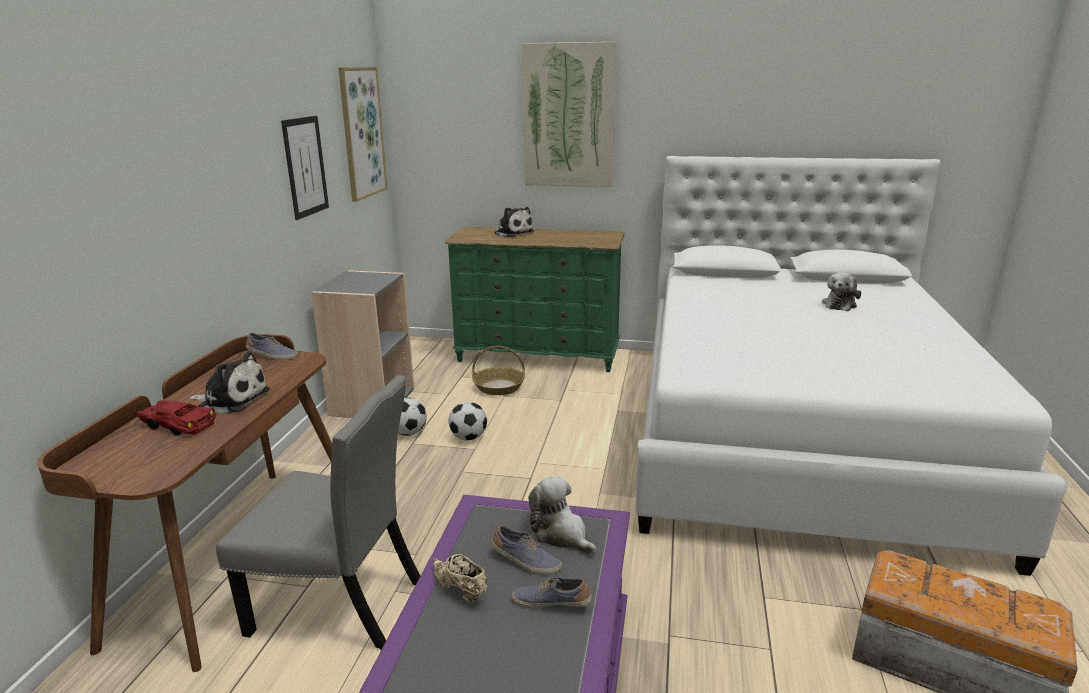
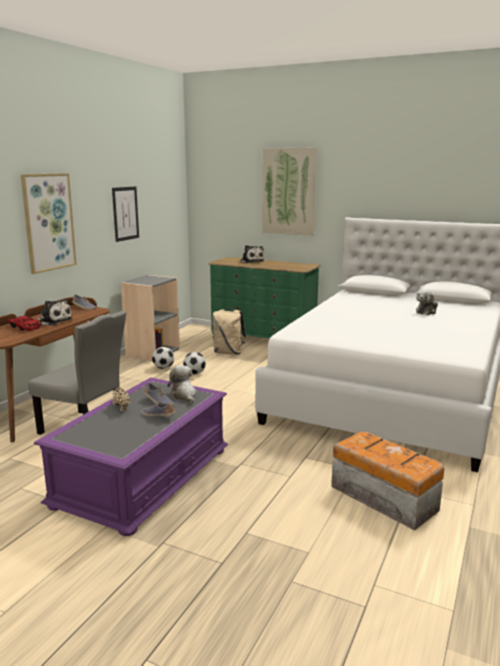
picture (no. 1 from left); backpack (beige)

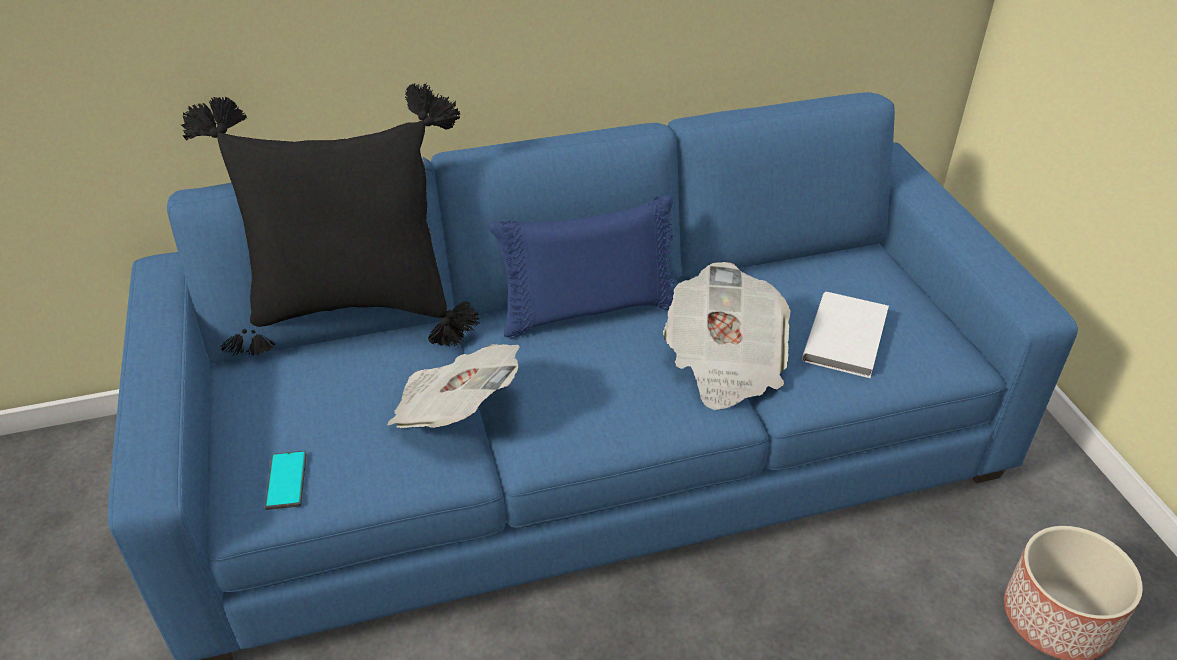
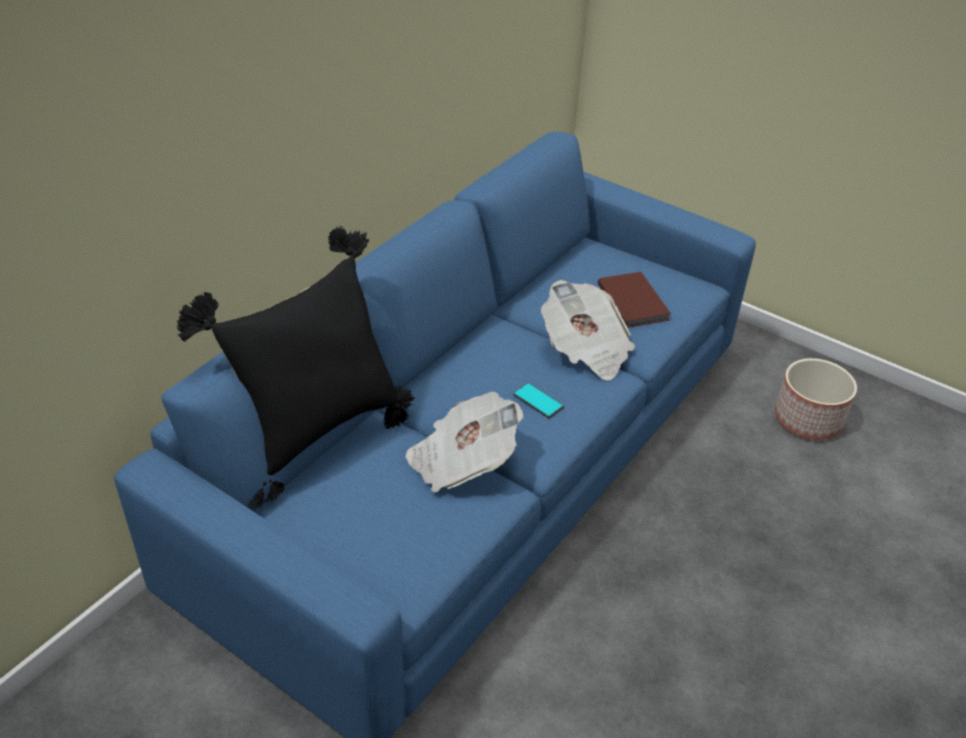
phone; book (brown); pillow (blue)

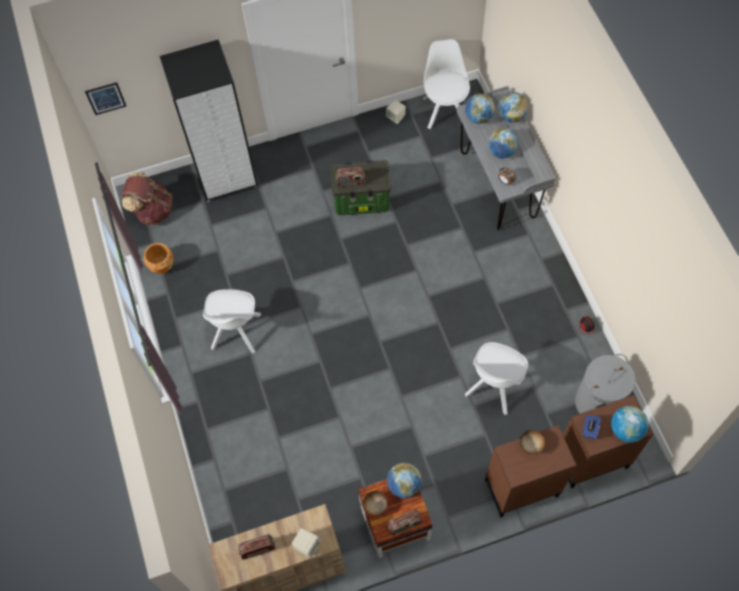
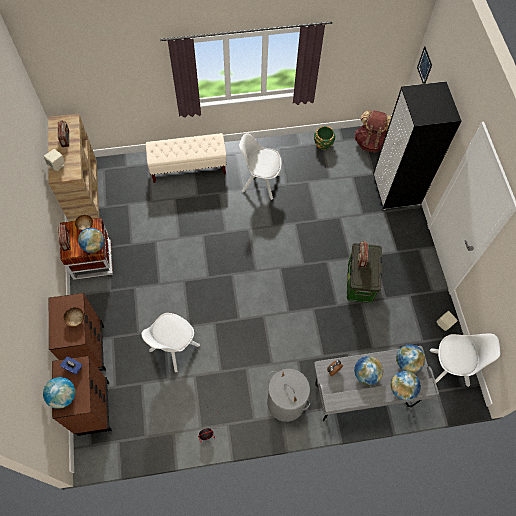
chair (white) (no. 1 from left); bench (beige); laundry basket (grey); planter (green)

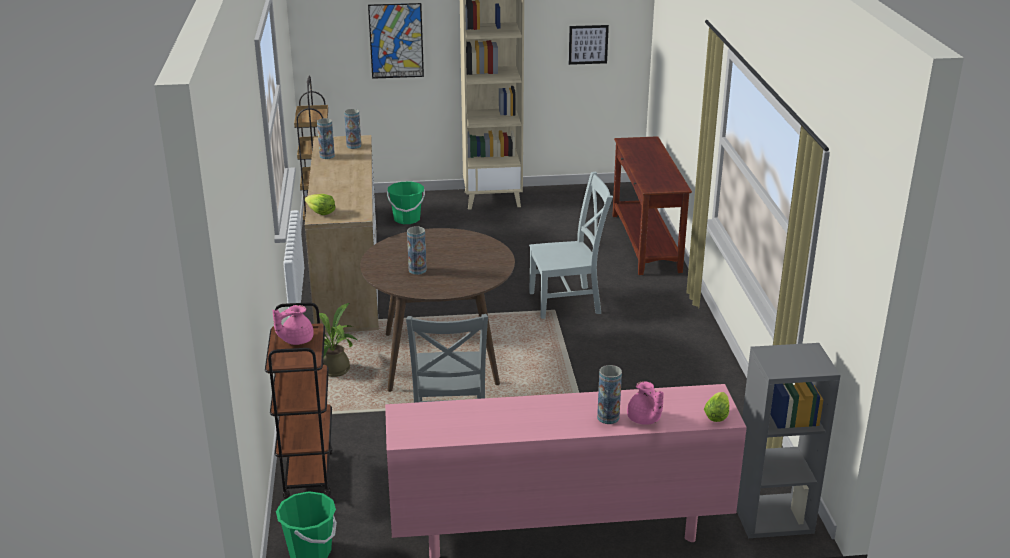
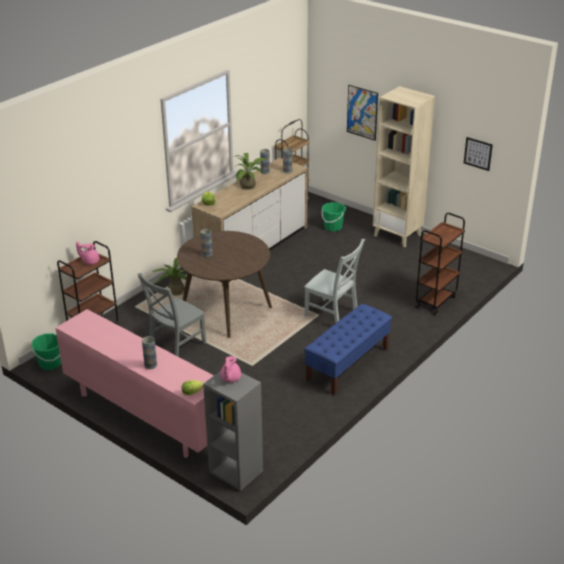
teapot (pink) (no. 2 from left); potted plant (no. 2 from left); bench (blue); cart (brown) (no. 3 from left)

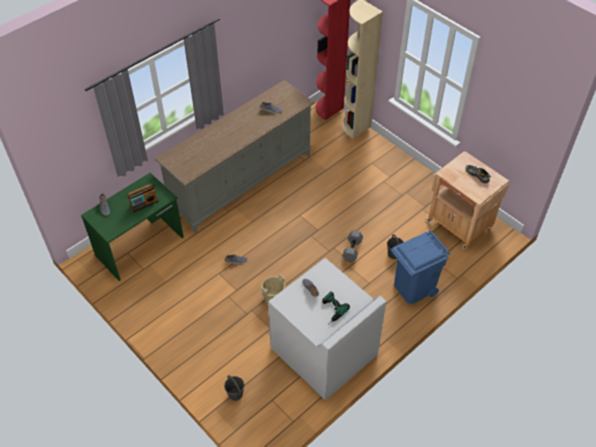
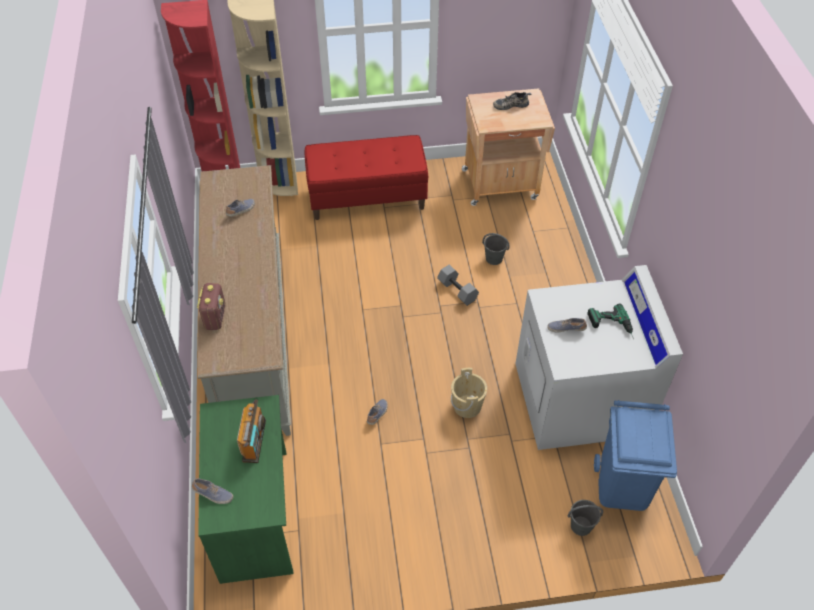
radio (no. 1 from left); bench (red); trash can (blue)

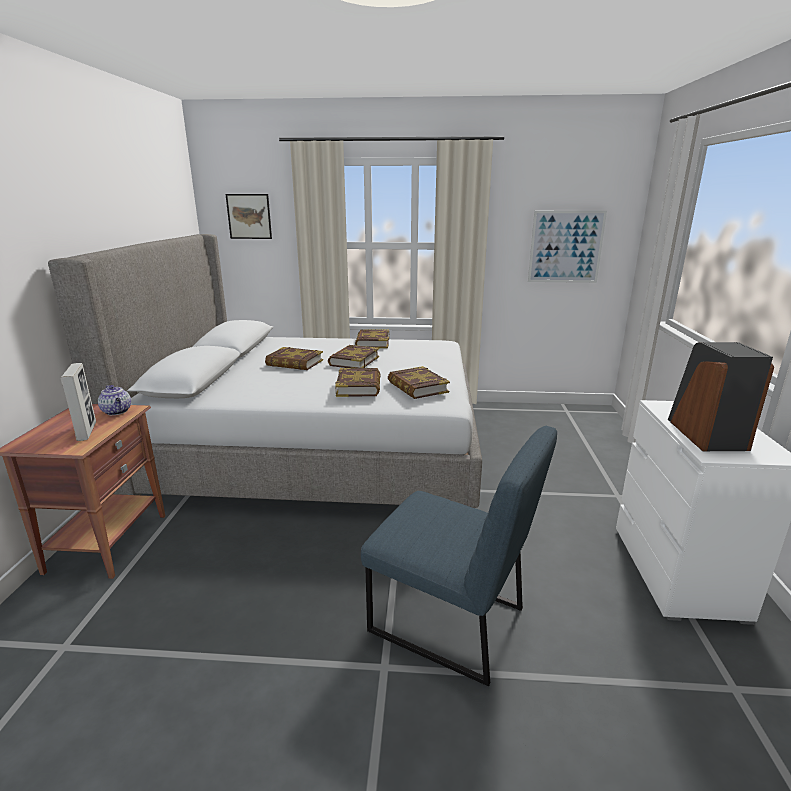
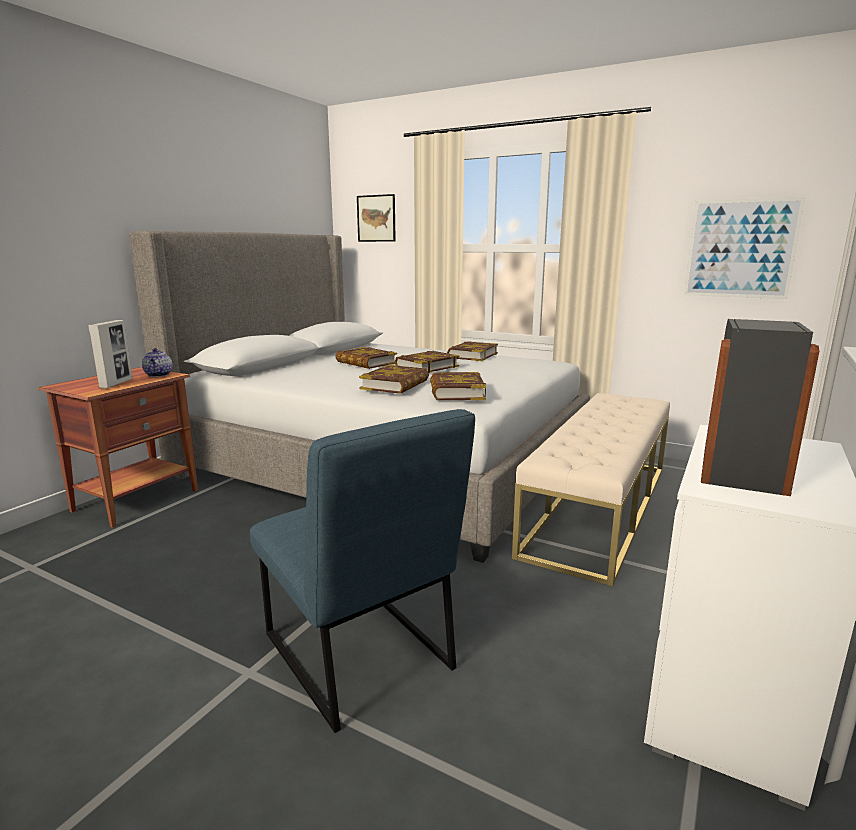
bench (beige)

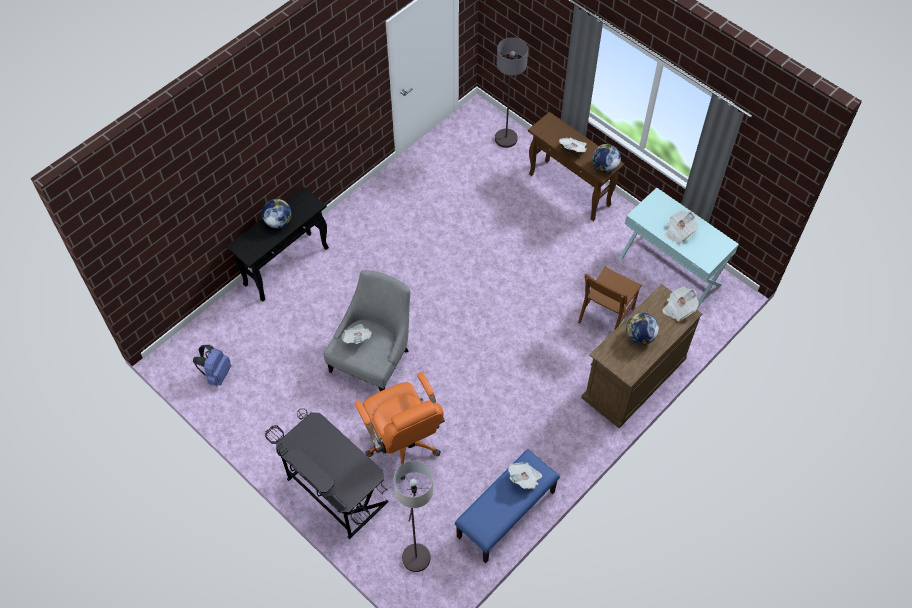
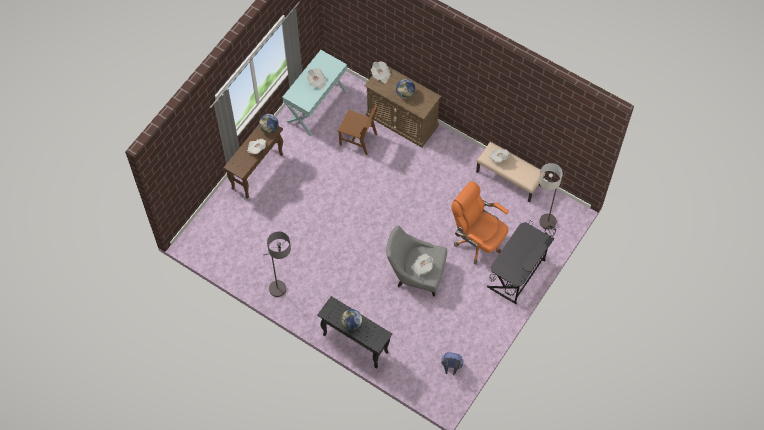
floor lamp (grey) (no. 1 from left); office chair (orange); bench (beige)

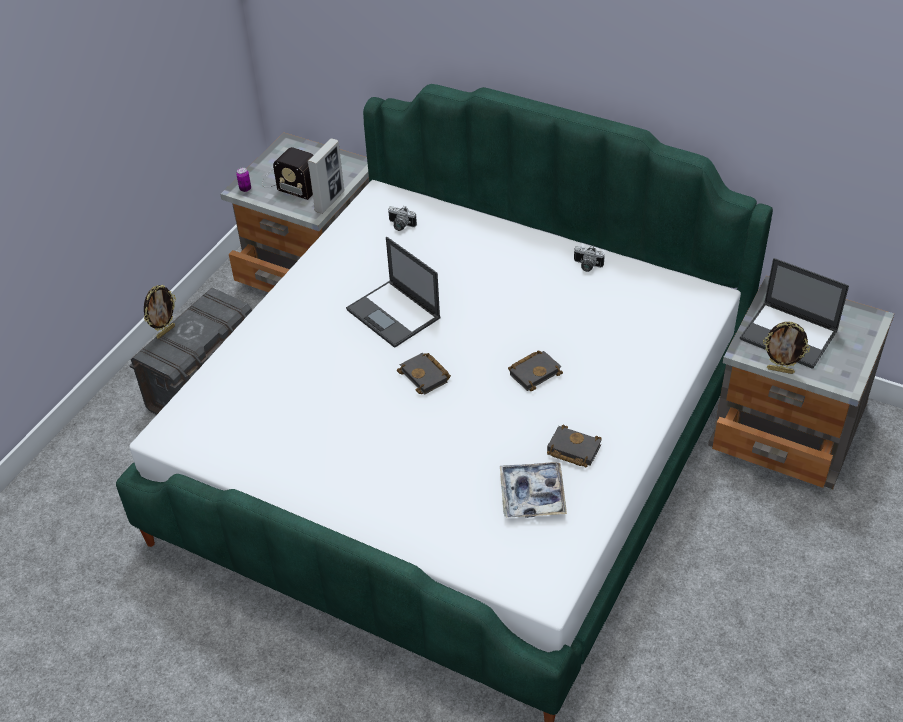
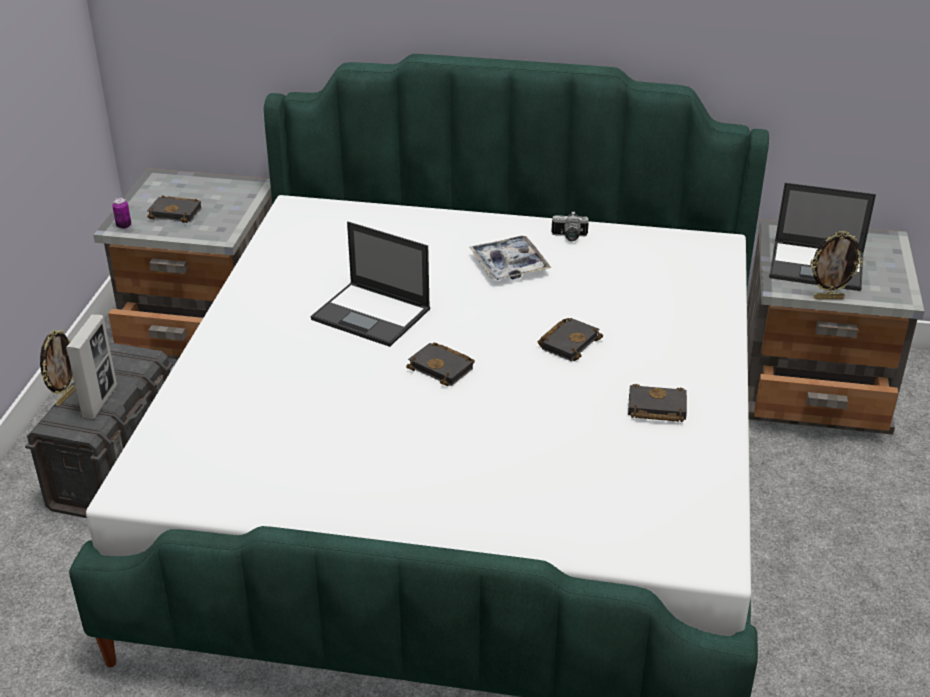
picture frame (no. 2 from left); book (black) (no. 1 from left); tray; photo camera (no. 1 from left in the first image)

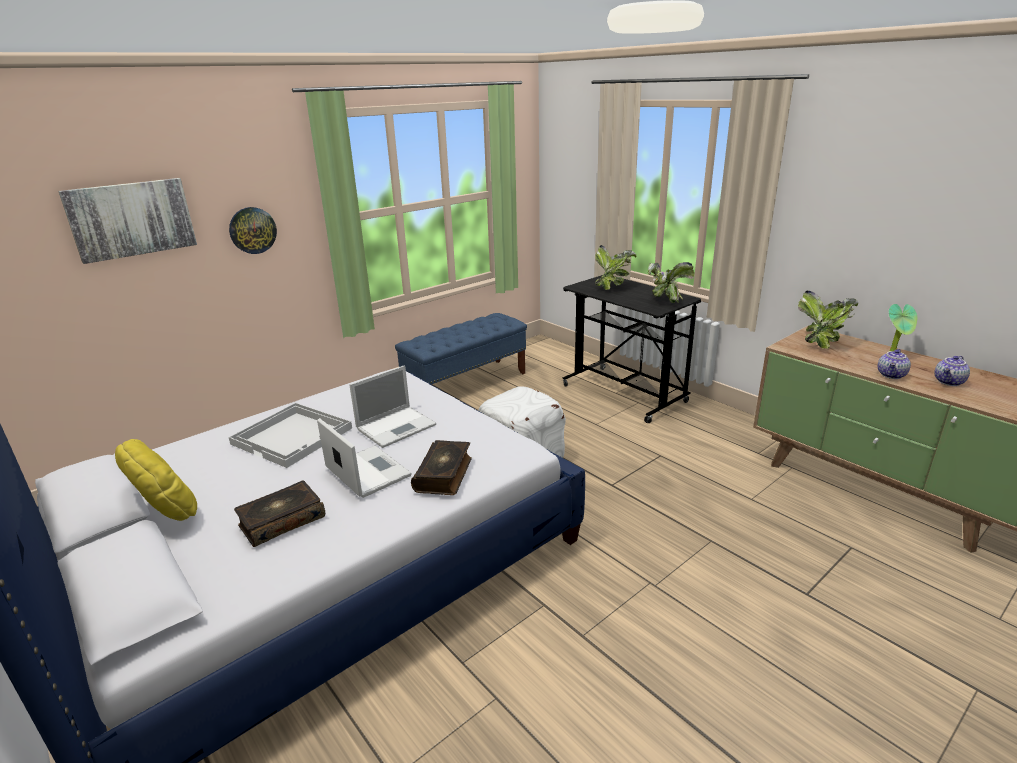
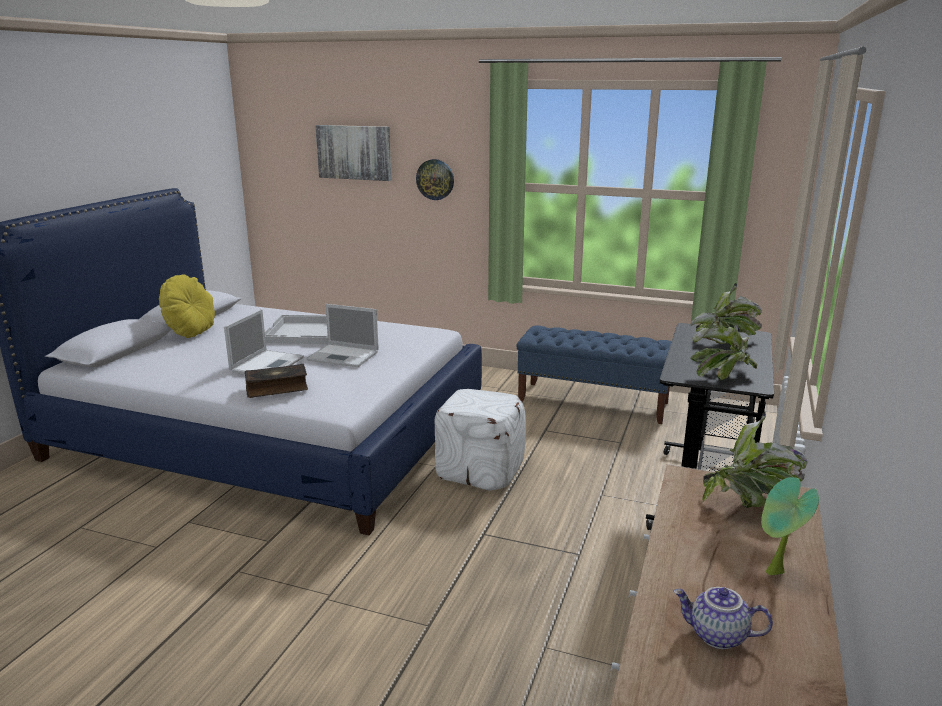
book (no. 1 from left in the first image); teapot (no. 1 from left in the first image)

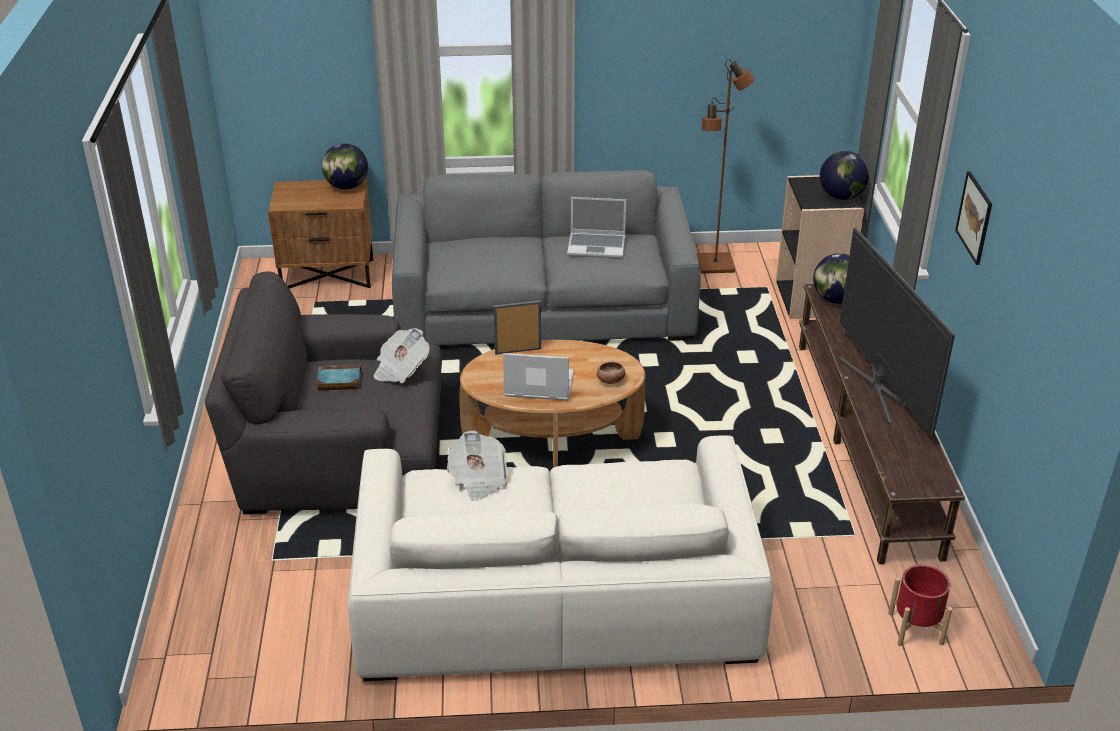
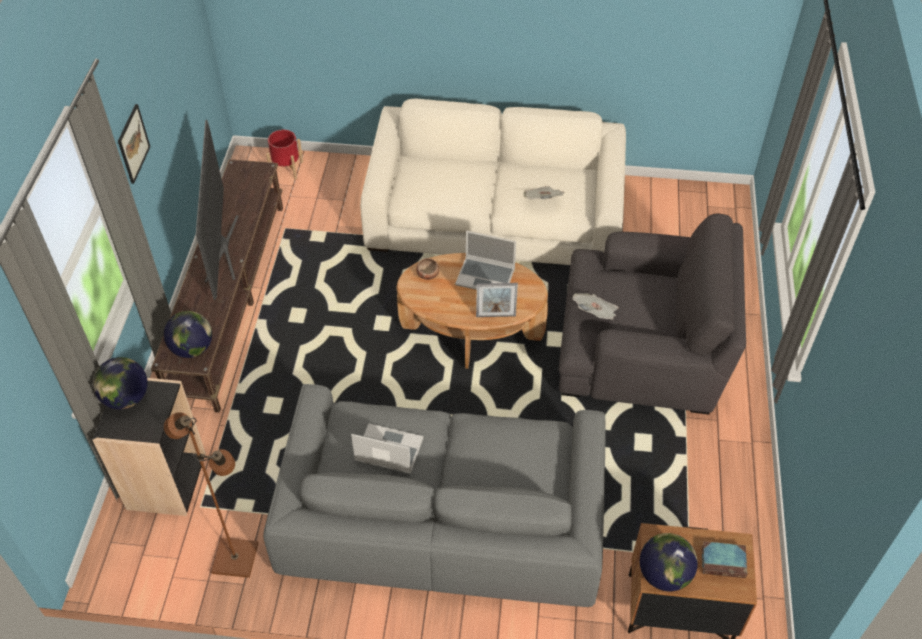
book

